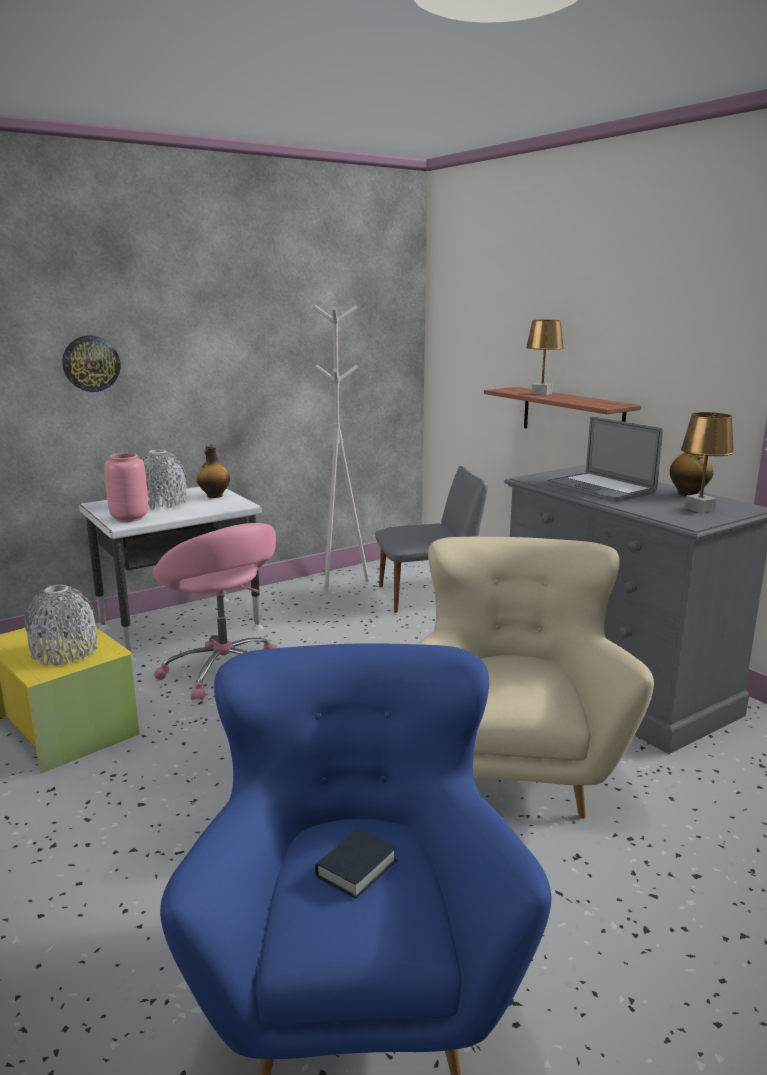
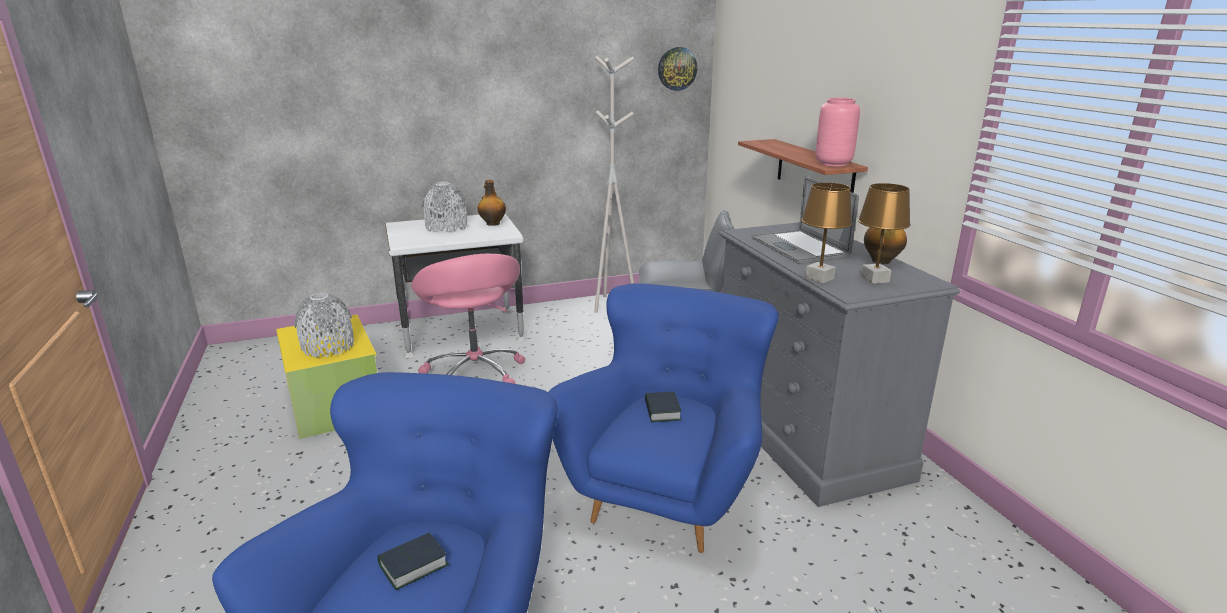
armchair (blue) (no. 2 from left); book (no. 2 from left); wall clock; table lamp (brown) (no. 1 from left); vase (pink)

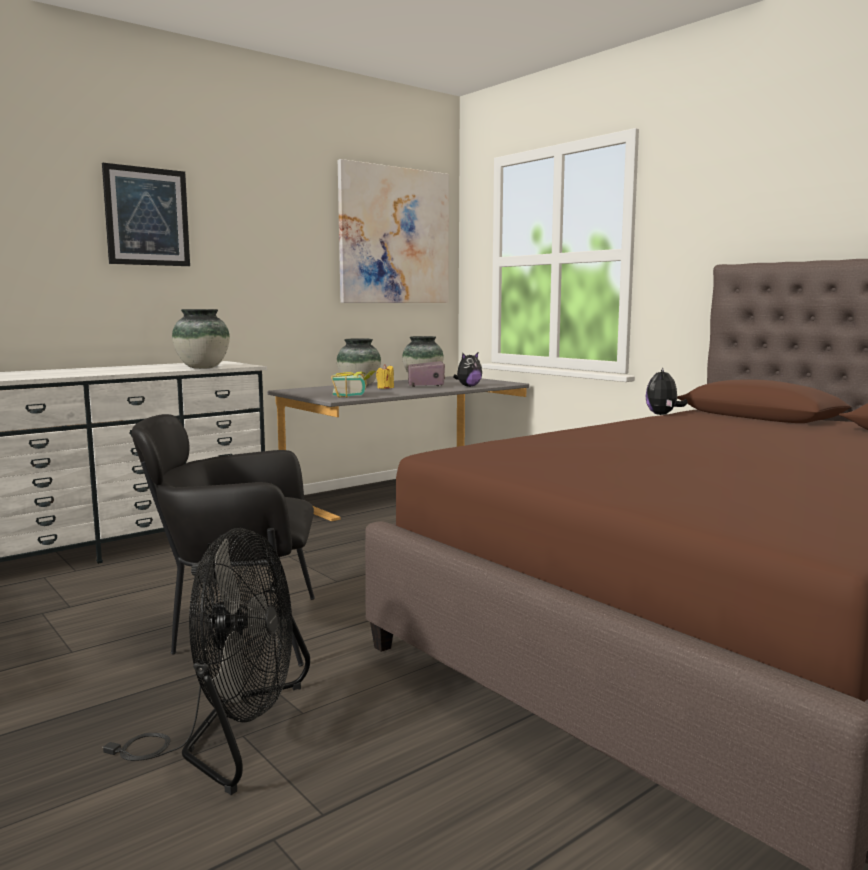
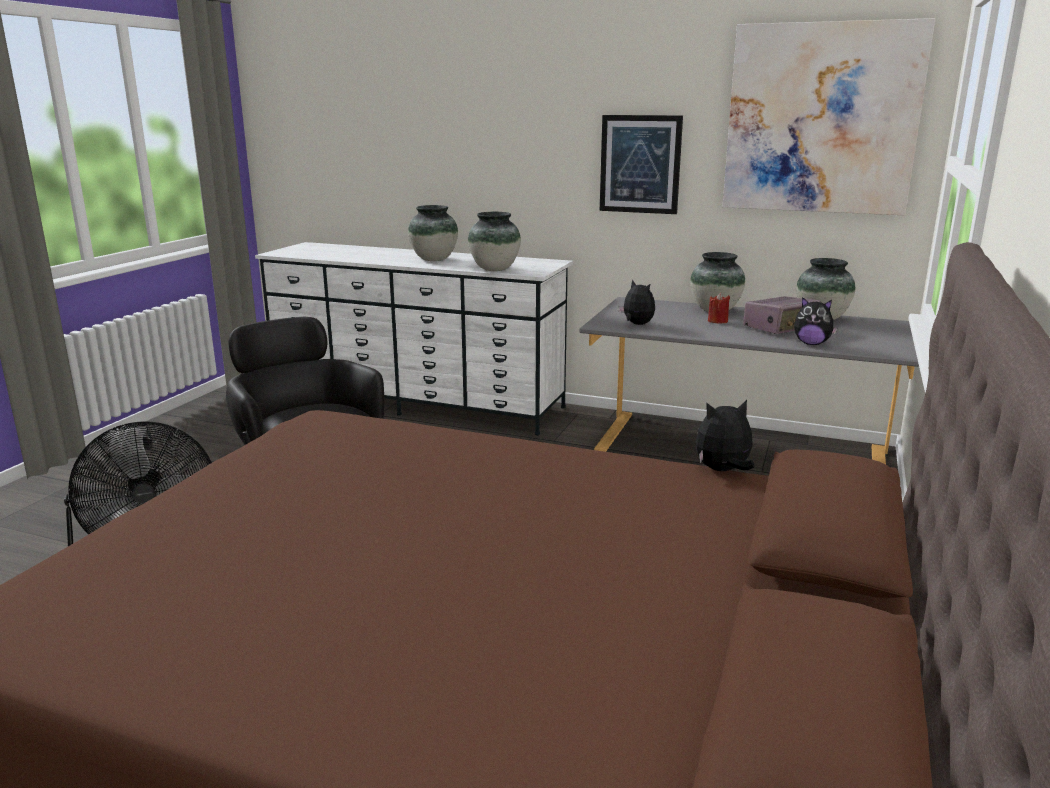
vase (no. 1 from left); picture (no. 1 from left); plush toy (no. 1 from left); candle (red)

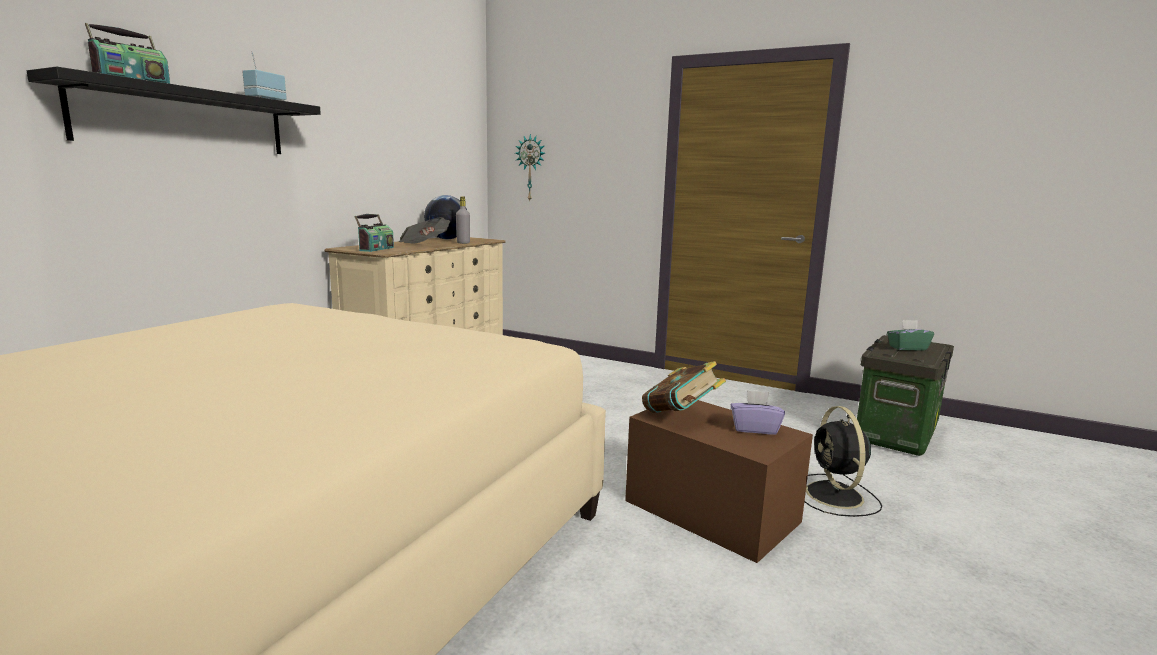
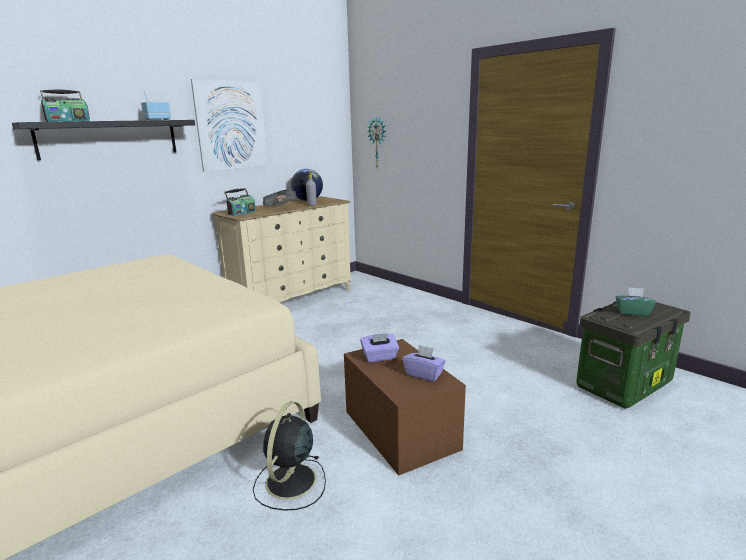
picture; fan (black); tissue box (purple) (no. 1 from left)

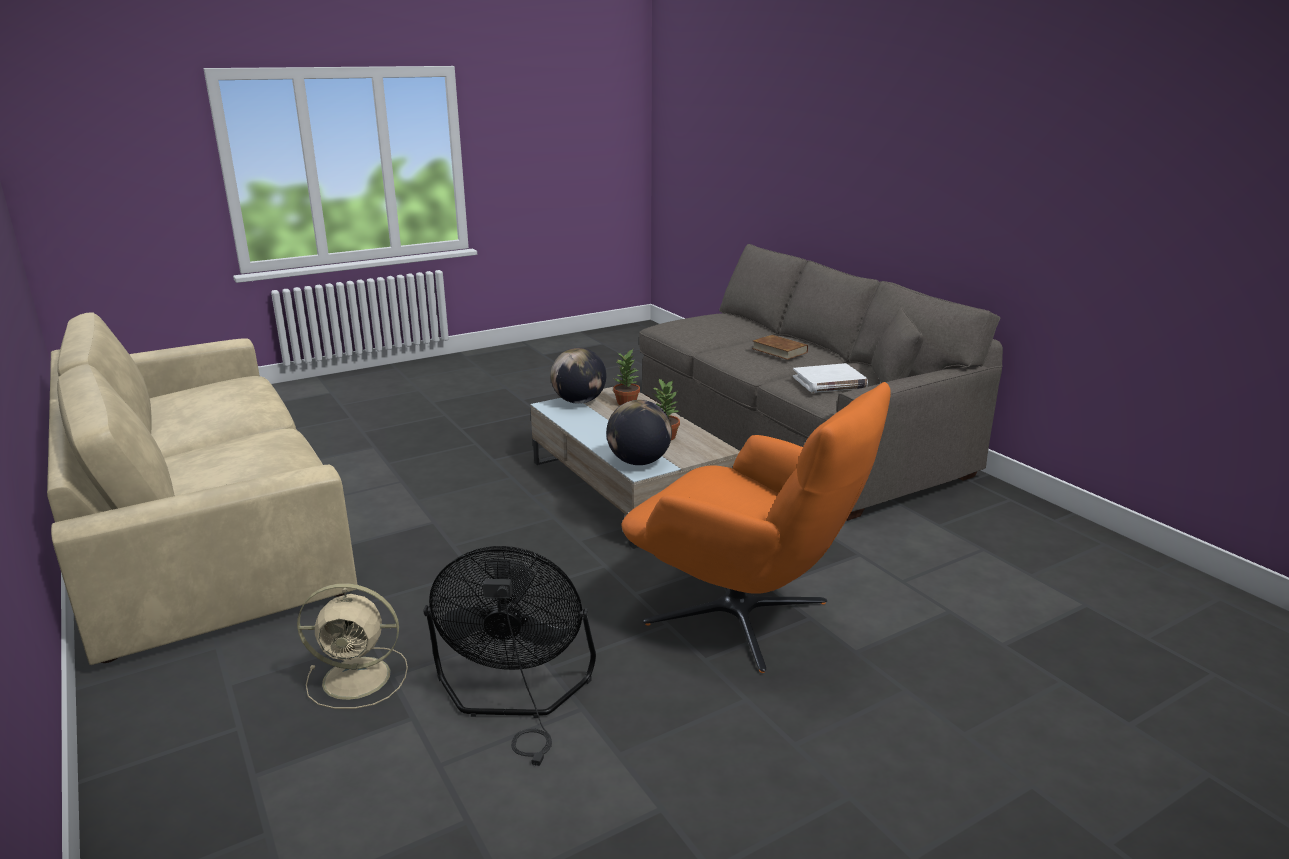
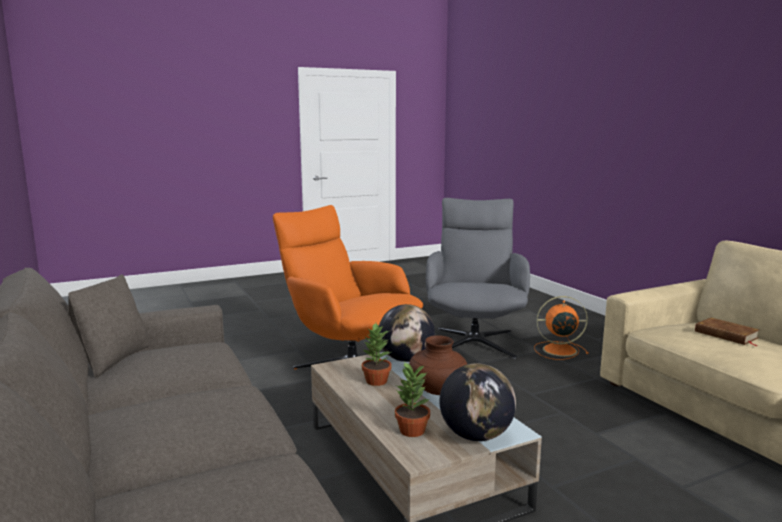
vase (brown); armchair (grey); fan (orange); book (brown); book (white)

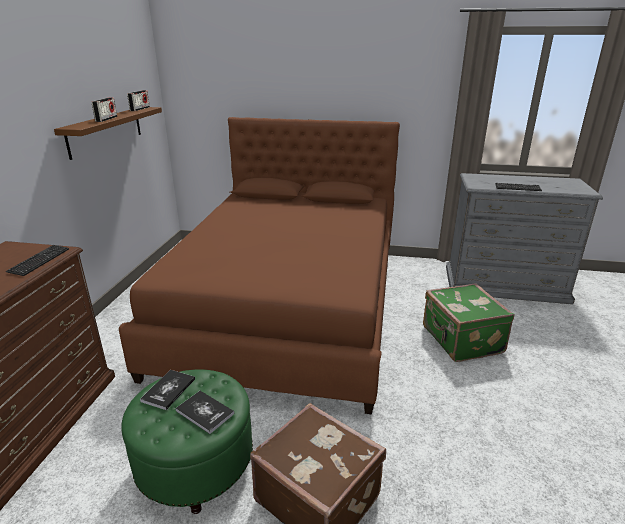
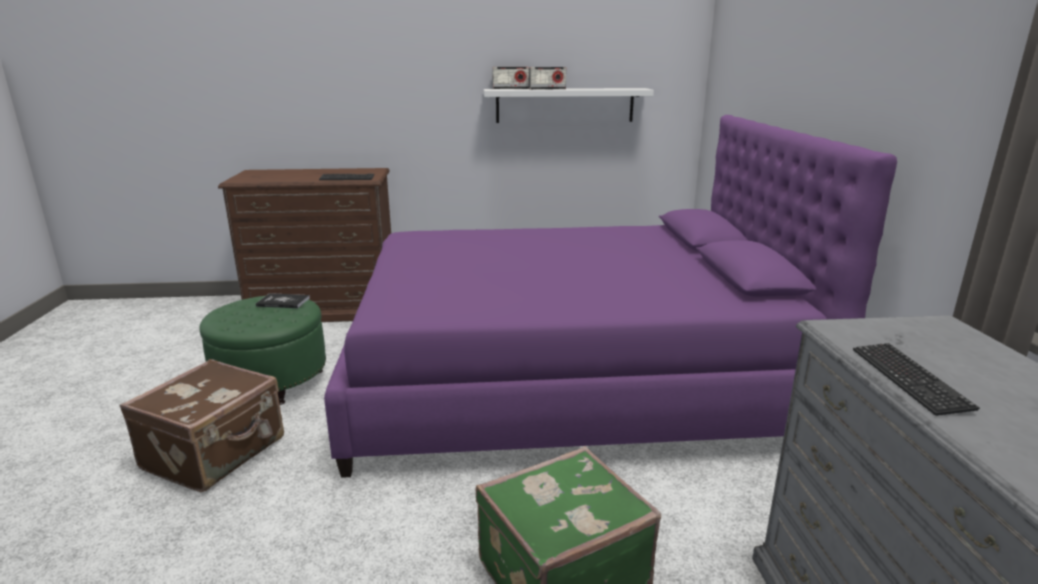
bed (purple); shelf (white); radio (no. 1 from left); book (no. 2 from left in the first image)

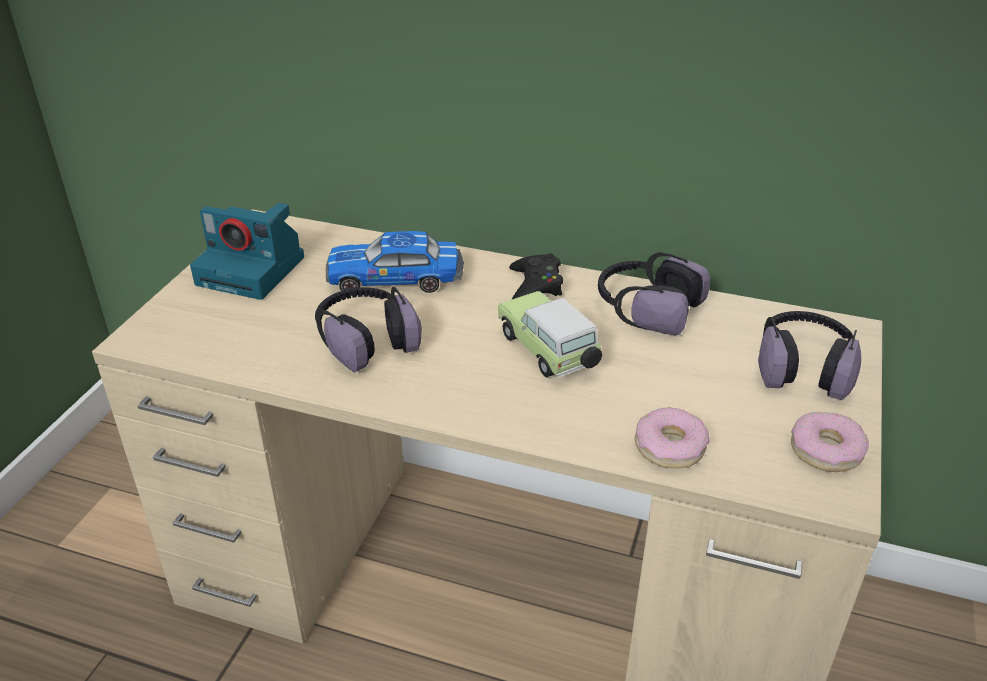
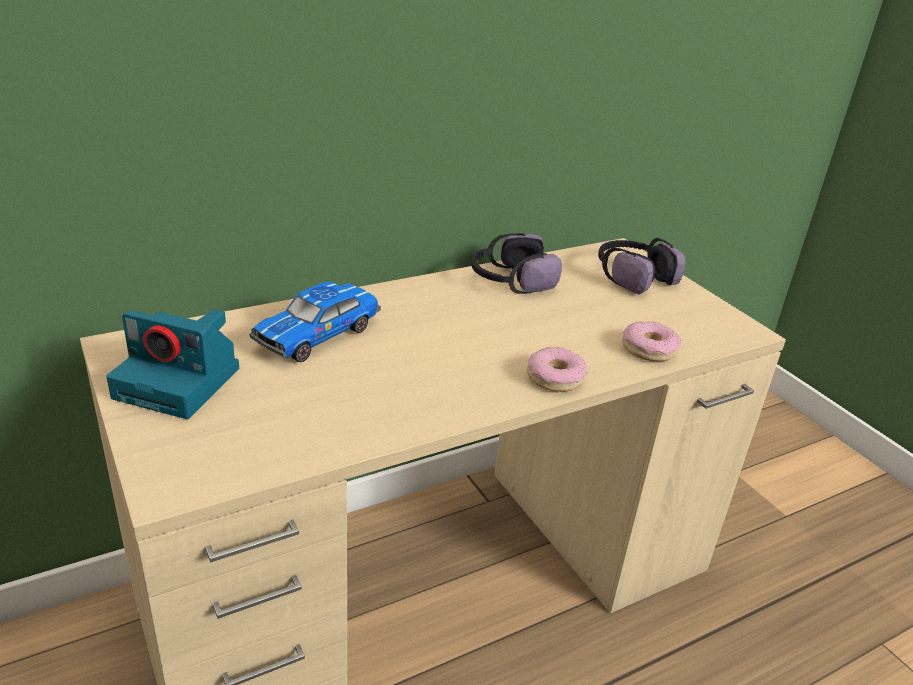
photo camera; donut (no. 1 from left); headphones (no. 1 from left in the first image); toy car (no. 2 from left in the first image); game controller (black)

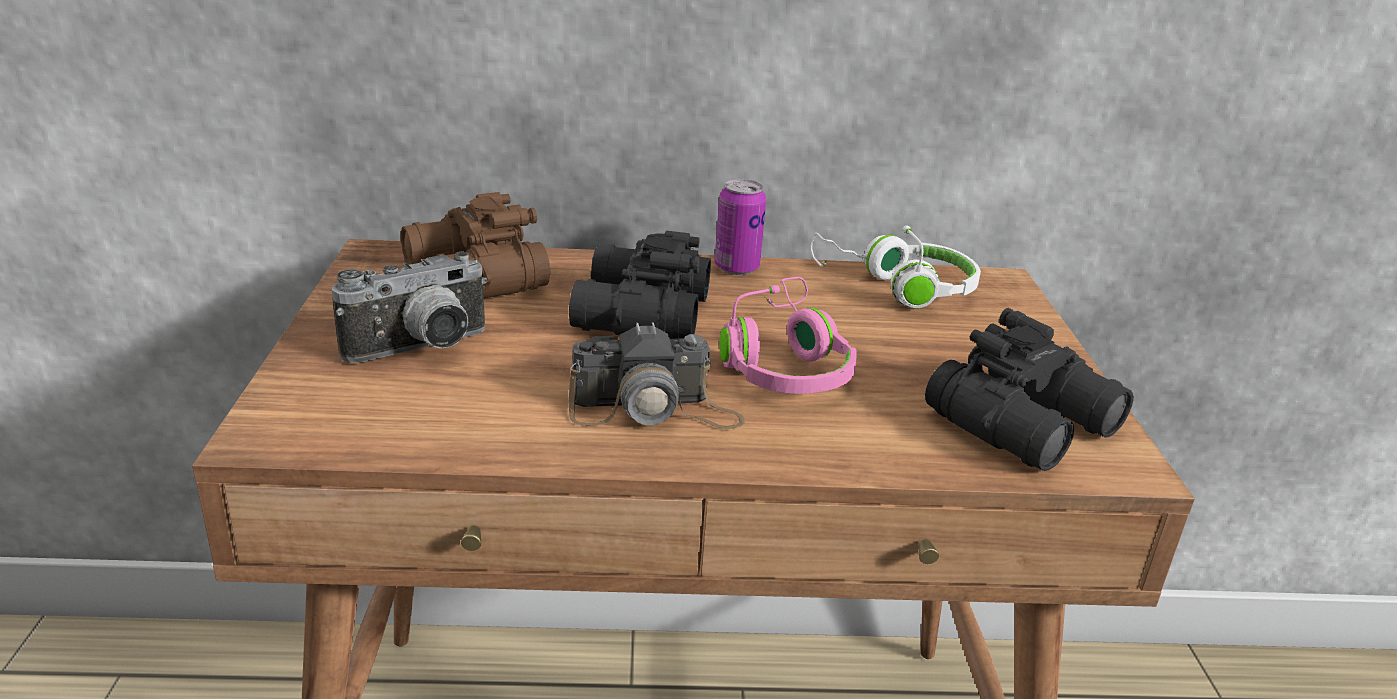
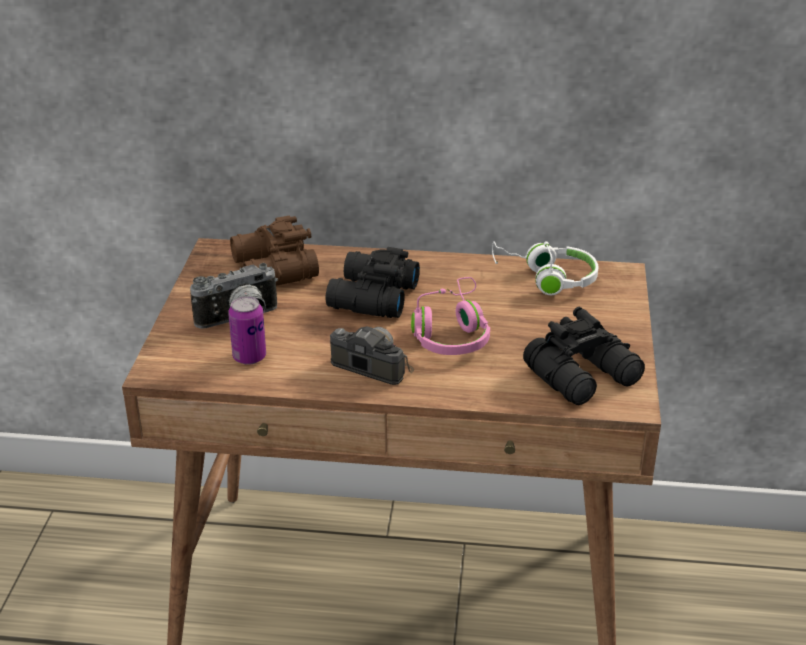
can; photo camera (no. 2 from left)

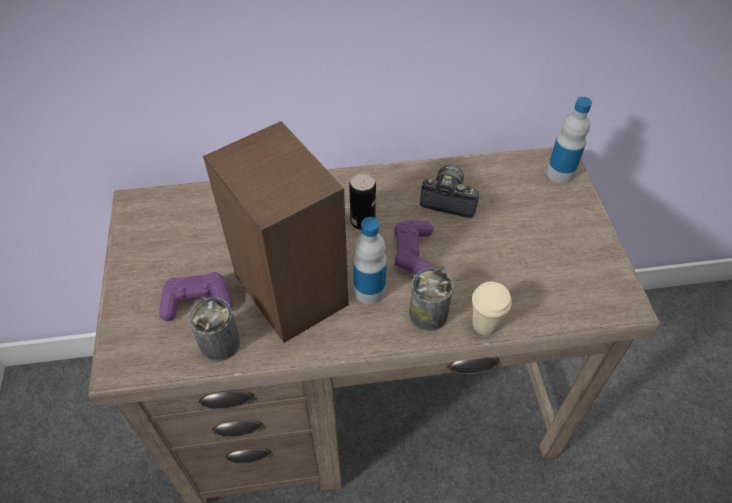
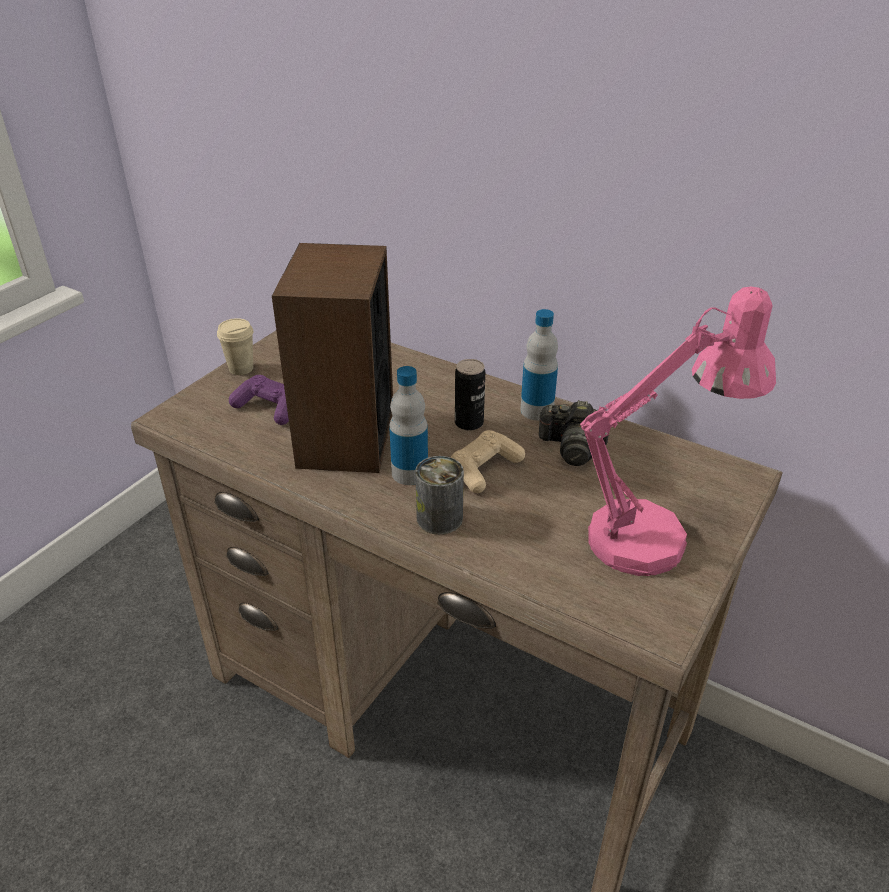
cup (beige); game controller (beige); bottle (no. 2 from left); photo camera; table lamp (pink); can (no. 1 from left in the first image)

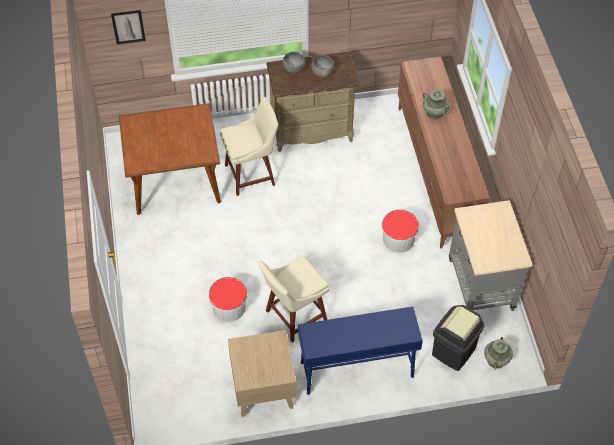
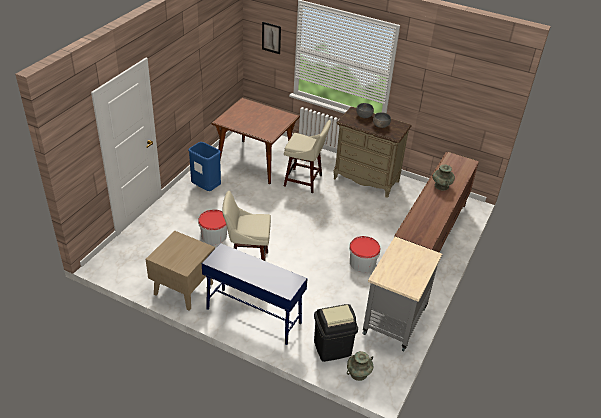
trash can (blue)

